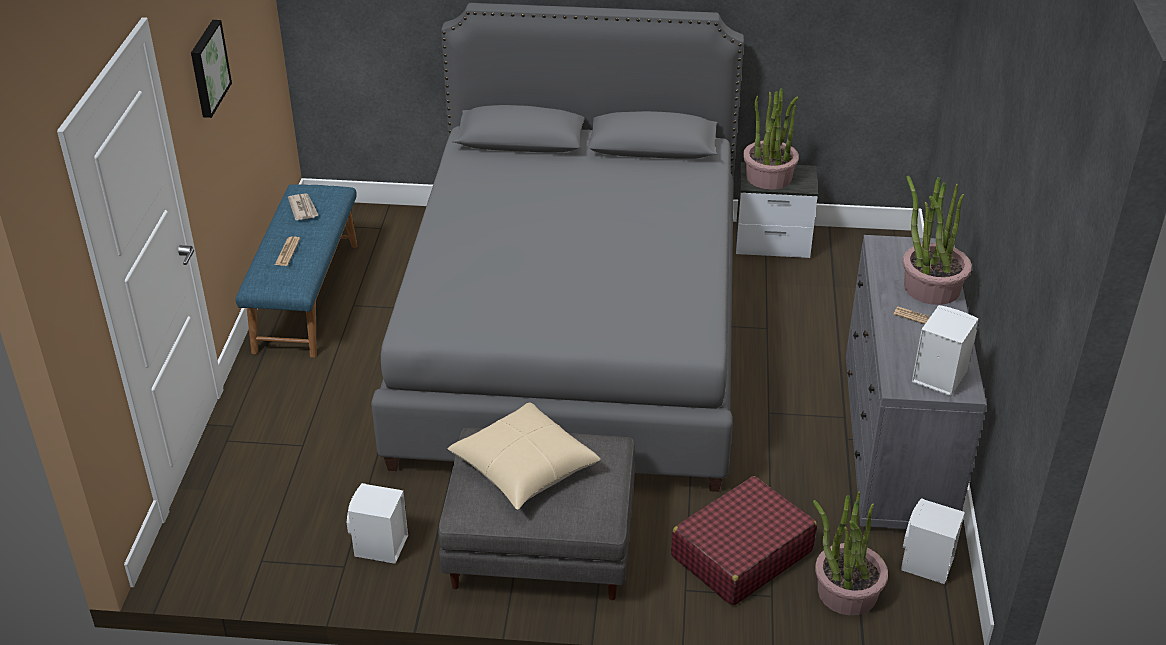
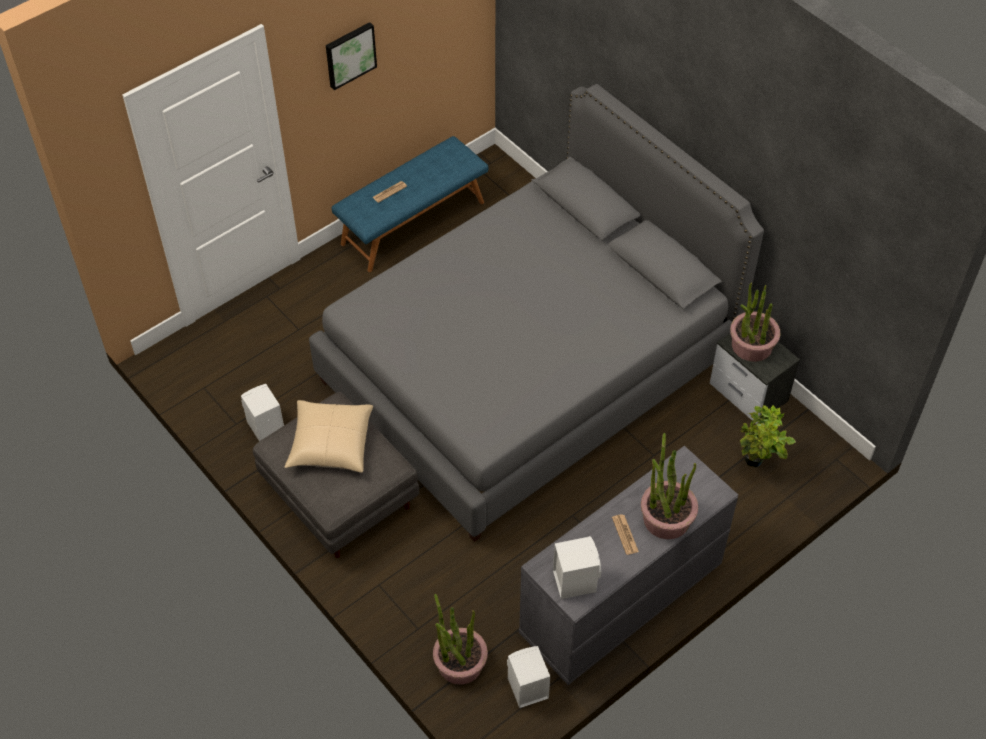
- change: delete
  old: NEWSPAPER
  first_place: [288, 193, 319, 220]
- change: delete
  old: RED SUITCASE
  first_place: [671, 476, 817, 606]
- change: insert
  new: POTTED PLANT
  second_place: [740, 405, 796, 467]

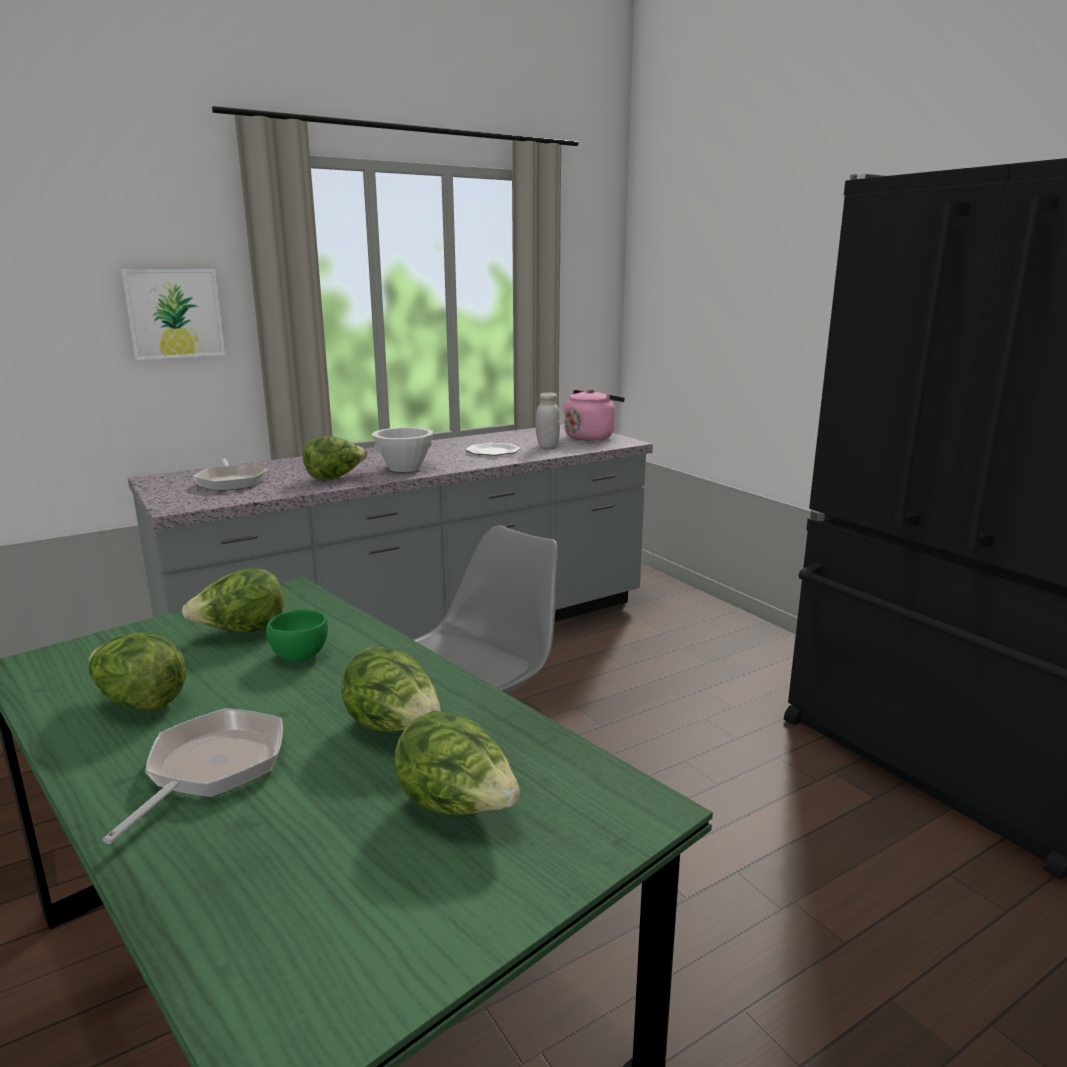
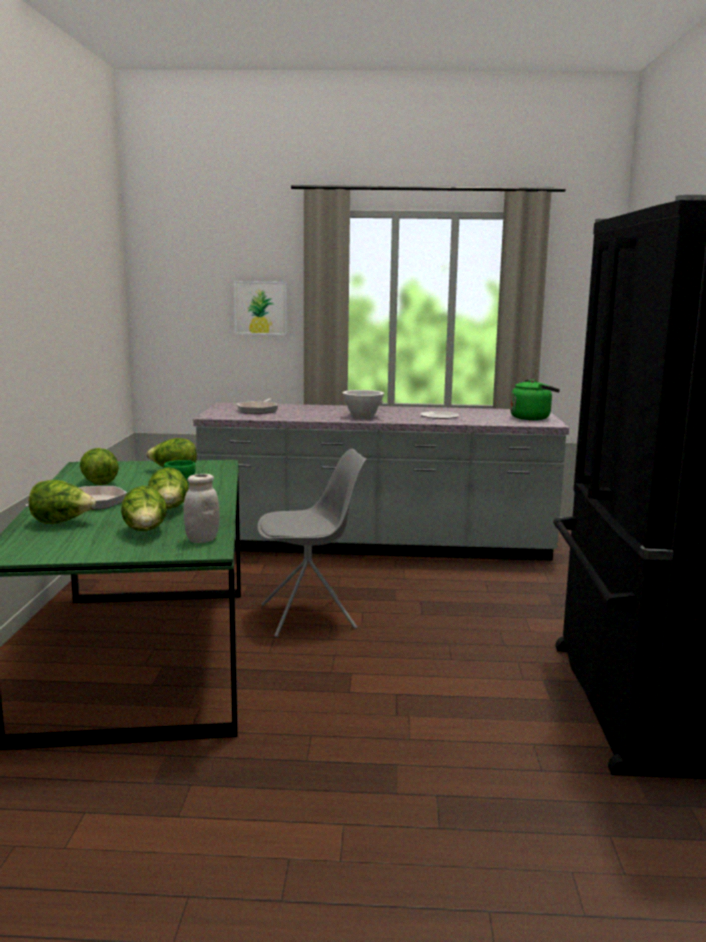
- change: move
  old: LETTUCE
  first_place: [303, 436, 367, 480]
  second_place: [29, 480, 96, 524]
- change: move
  old: WHITE JAR
  first_place: [536, 392, 560, 447]
  second_place: [183, 474, 220, 543]
- change: recolor
  old: PINK KETTLE
  new: GREEN KETTLE
  first_place: [563, 389, 625, 441]
  second_place: [510, 379, 560, 420]

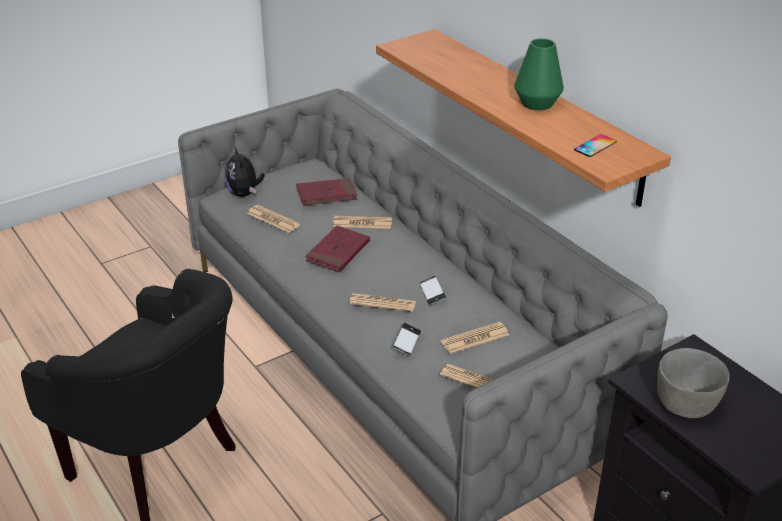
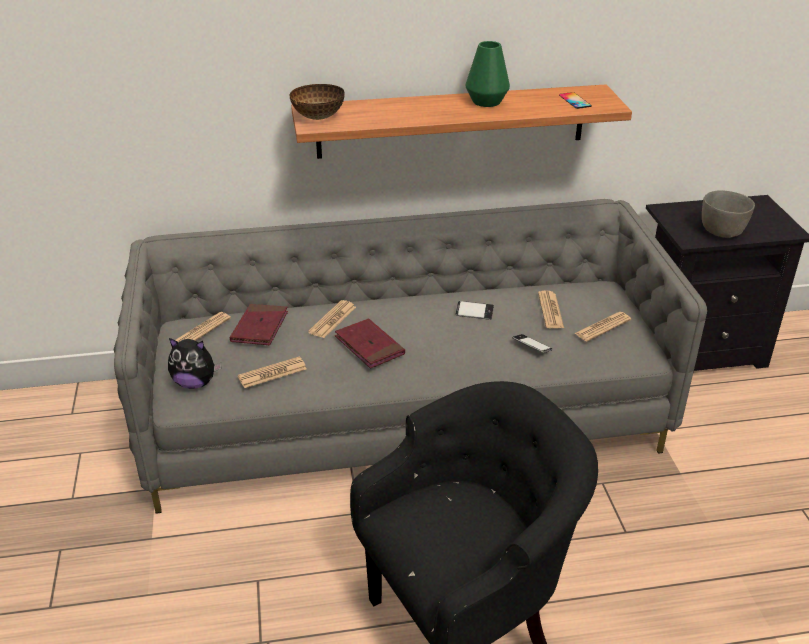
- change: insert
  new: BOWL
  second_place: [290, 84, 345, 120]
- change: move
  old: NEWSPAPER
  first_place: [349, 293, 416, 312]
  second_place: [175, 312, 231, 342]

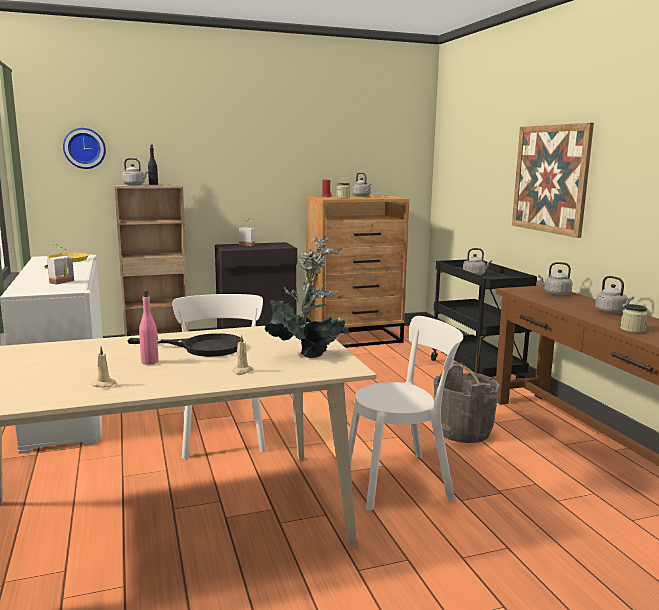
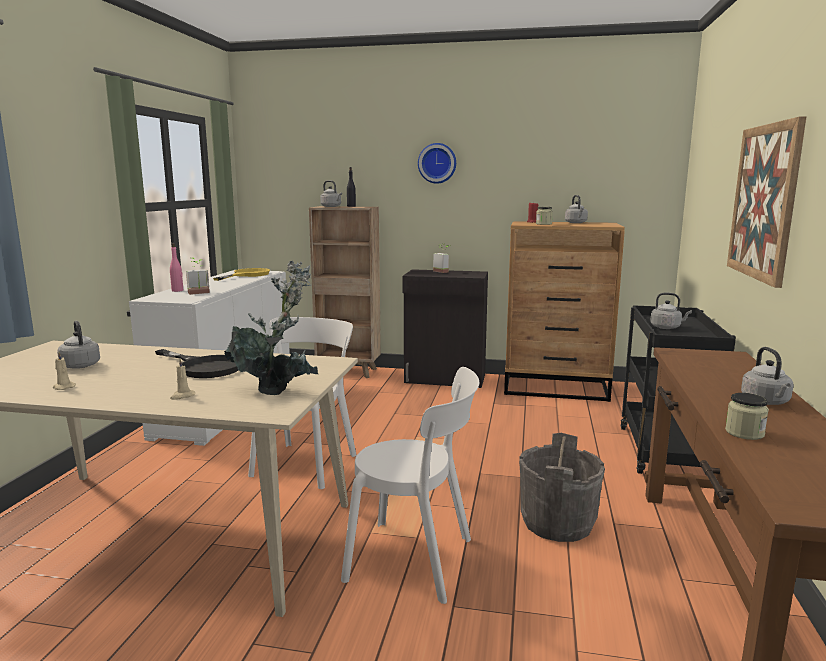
- change: move
  old: WALL CLOCK
  first_place: [63, 128, 106, 169]
  second_place: [418, 143, 456, 184]
- change: move
  old: PINK BOTTLE
  first_place: [139, 290, 159, 365]
  second_place: [170, 243, 183, 292]
- change: move
  old: GREY KETTLE
  first_place: [538, 262, 572, 296]
  second_place: [57, 321, 100, 369]

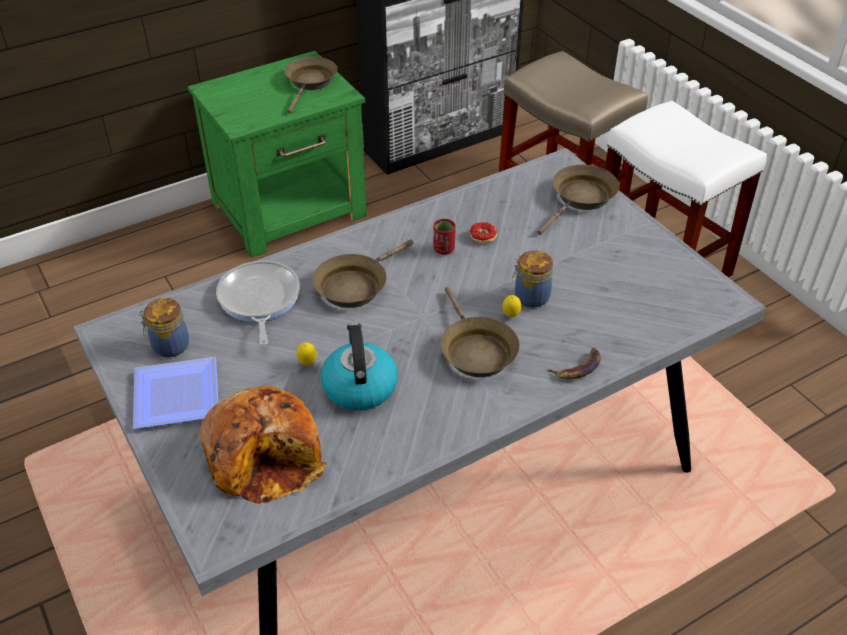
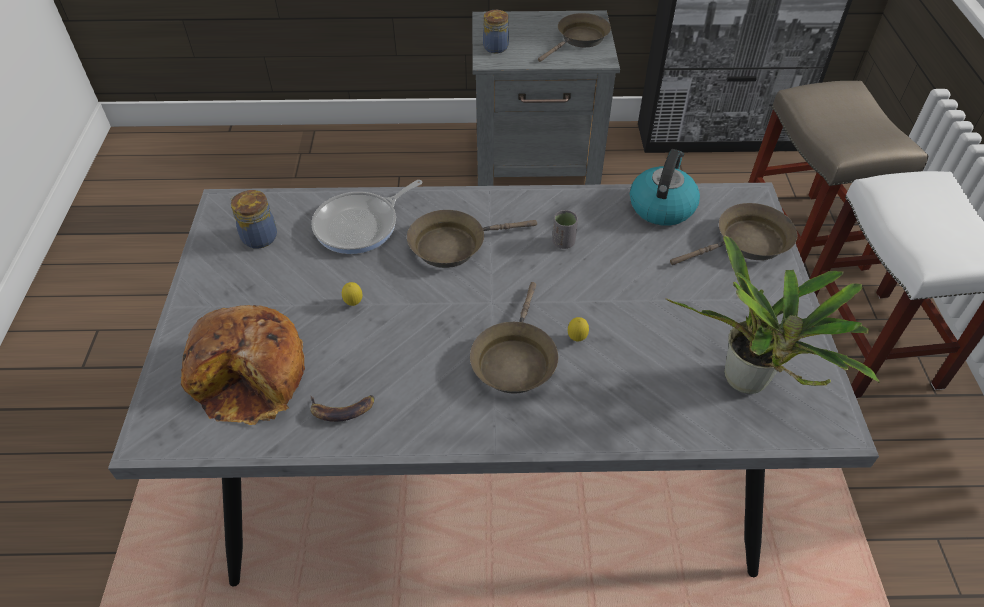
- change: delete
  old: PLATE
  first_place: [133, 357, 218, 429]
- change: delete
  old: DONUT
  first_place: [470, 222, 497, 244]
- change: insert
  new: POTTED PLANT
  second_place: [665, 236, 880, 394]
- change: move
  old: KETTLE
  first_place: [321, 323, 398, 410]
  second_place: [630, 149, 700, 226]
- change: move
  old: JAR
  first_place: [512, 250, 553, 308]
  second_place: [483, 10, 509, 53]
- change: move
  old: BANANA
  first_place: [546, 348, 601, 379]
  second_place: [311, 395, 374, 422]
- change: recolor
  old: GREEN NIGHTSTAND
  new: GREY NIGHTSTAND
  first_place: [188, 51, 367, 258]
  second_place: [472, 11, 620, 186]
- change: recolor
  old: RED CUP
  new: GREY CUP
  first_place: [433, 219, 456, 255]
  second_place: [552, 210, 578, 249]
- change: rotate
  old: FRYING PAN
  first_place: [216, 261, 300, 345]
  second_place: [311, 180, 423, 254]
  degrees: -150

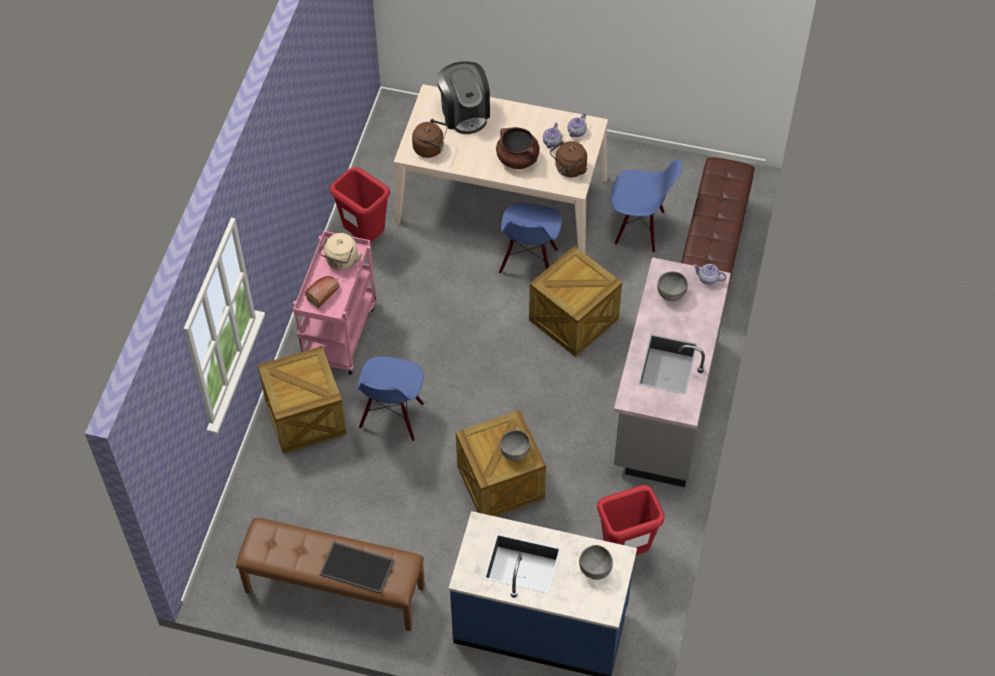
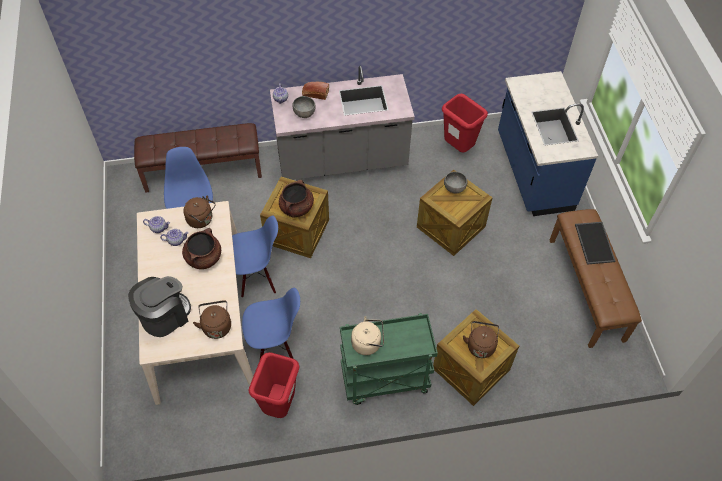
- change: delete
  old: GREY BOWL
  first_place: [579, 545, 613, 580]
- change: insert
  new: BROWN COOKING POT
  second_place: [279, 180, 314, 218]
- change: insert
  new: BROWN KETTLE
  second_place: [463, 321, 499, 358]
- change: move
  old: BREAD
  first_place: [305, 276, 340, 308]
  second_place: [302, 82, 329, 100]
- change: move
  old: BLUE CHAIR
  first_place: [357, 356, 424, 441]
  second_place: [242, 288, 300, 359]
- change: recolor
  old: PINK CART
  new: GREEN CART
  first_place: [293, 231, 376, 375]
  second_place: [340, 313, 438, 405]

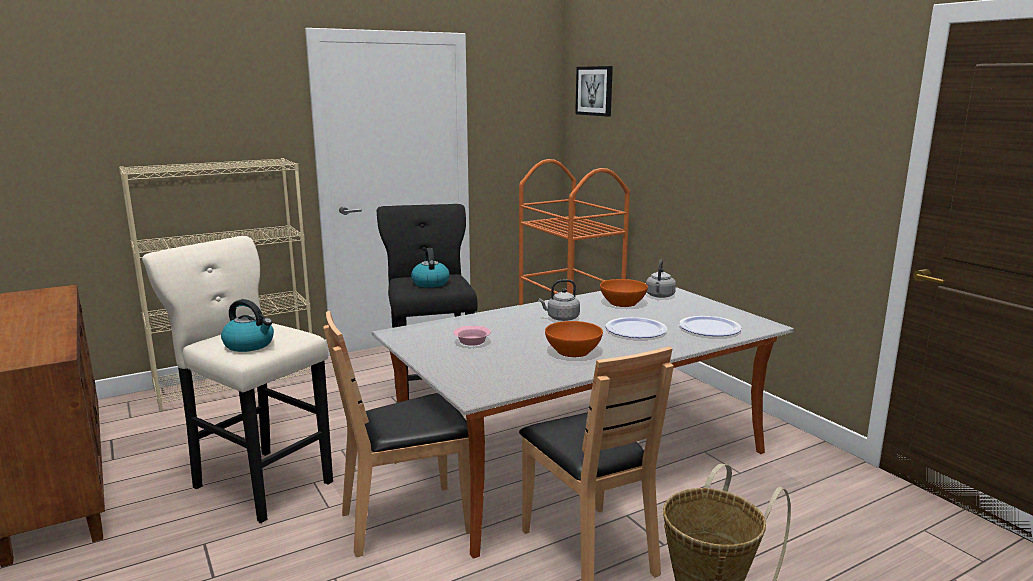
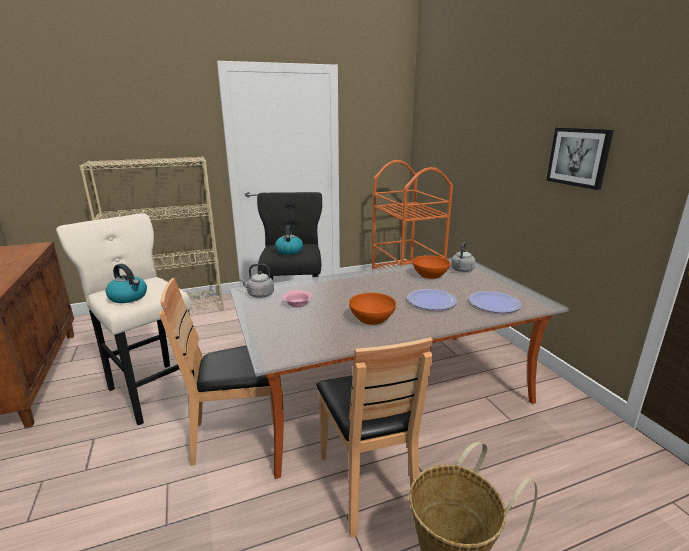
- change: move
  old: GREY KETTLE
  first_place: [538, 279, 580, 321]
  second_place: [239, 264, 274, 298]
- change: move
  old: PICTURE
  first_place: [575, 66, 613, 117]
  second_place: [546, 128, 614, 190]

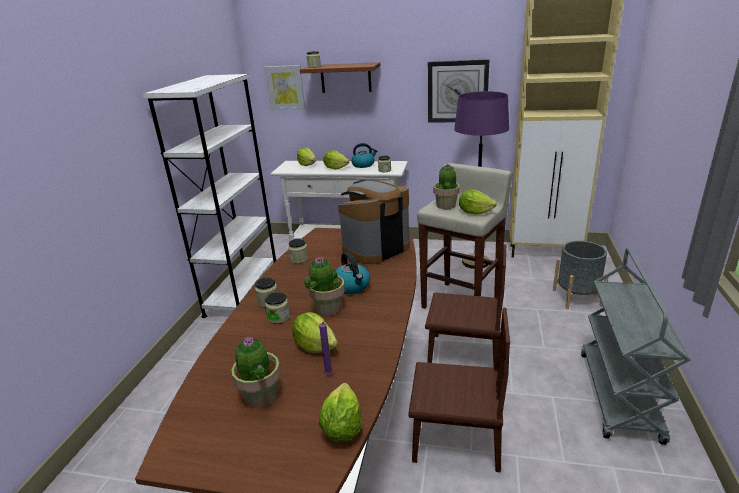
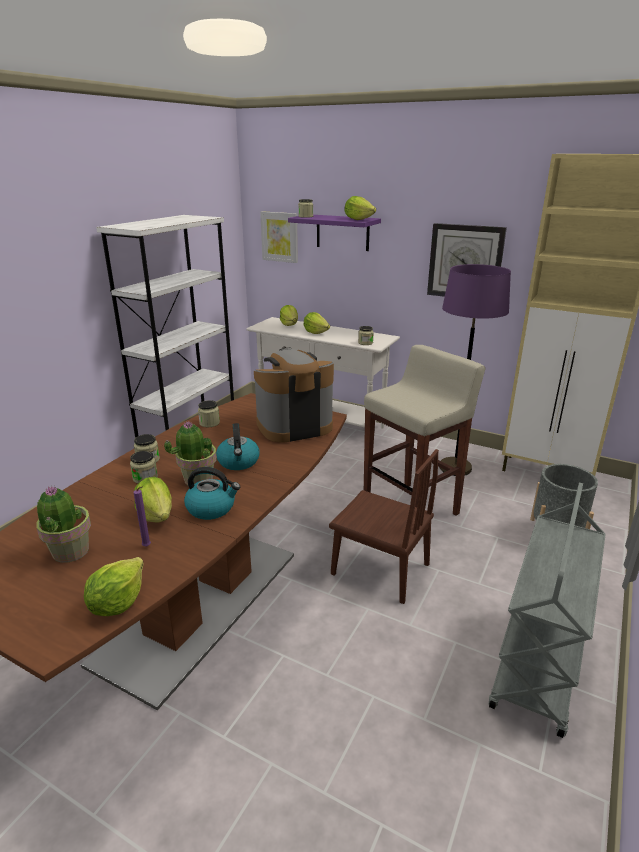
- change: delete
  old: BROWN CHAIR
  first_place: [408, 308, 510, 472]
- change: delete
  old: POTTED PLANT
  first_place: [433, 163, 460, 209]
- change: move
  old: KETTLE
  first_place: [351, 143, 377, 168]
  second_place: [184, 467, 240, 520]
- change: move
  old: LETTUCE
  first_place: [459, 189, 497, 215]
  second_place: [344, 196, 376, 220]
- change: recolor
  old: BROWN SHELF
  new: PURPLE SHELF
  first_place: [300, 62, 380, 93]
  second_place: [288, 215, 381, 251]

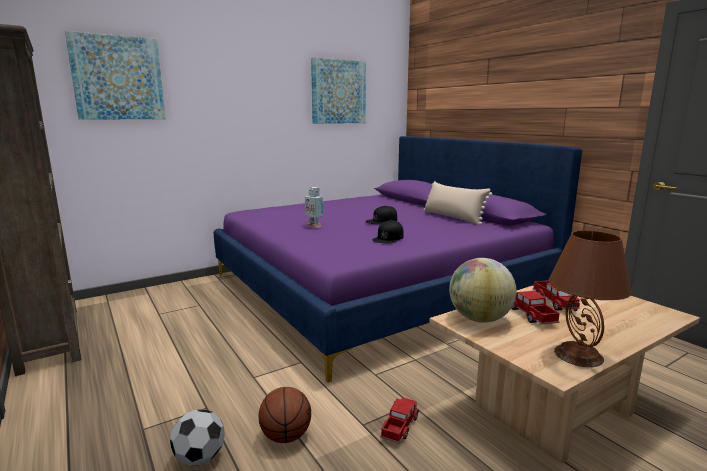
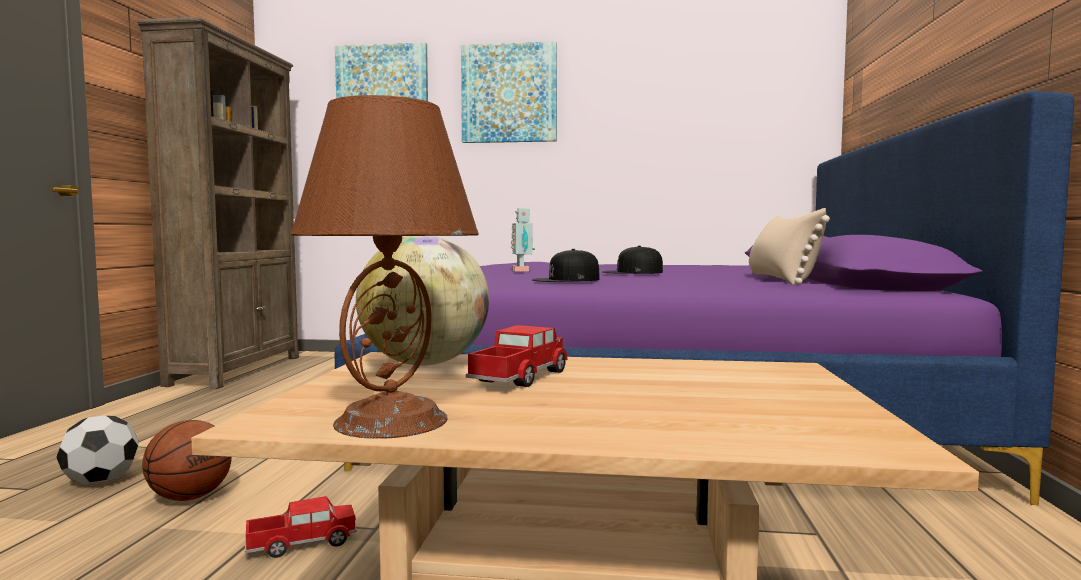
- change: delete
  old: TOY TRUCK
  first_place: [532, 280, 580, 311]
- change: move
  old: PICTURE
  first_place: [311, 57, 366, 124]
  second_place: [461, 41, 557, 143]

